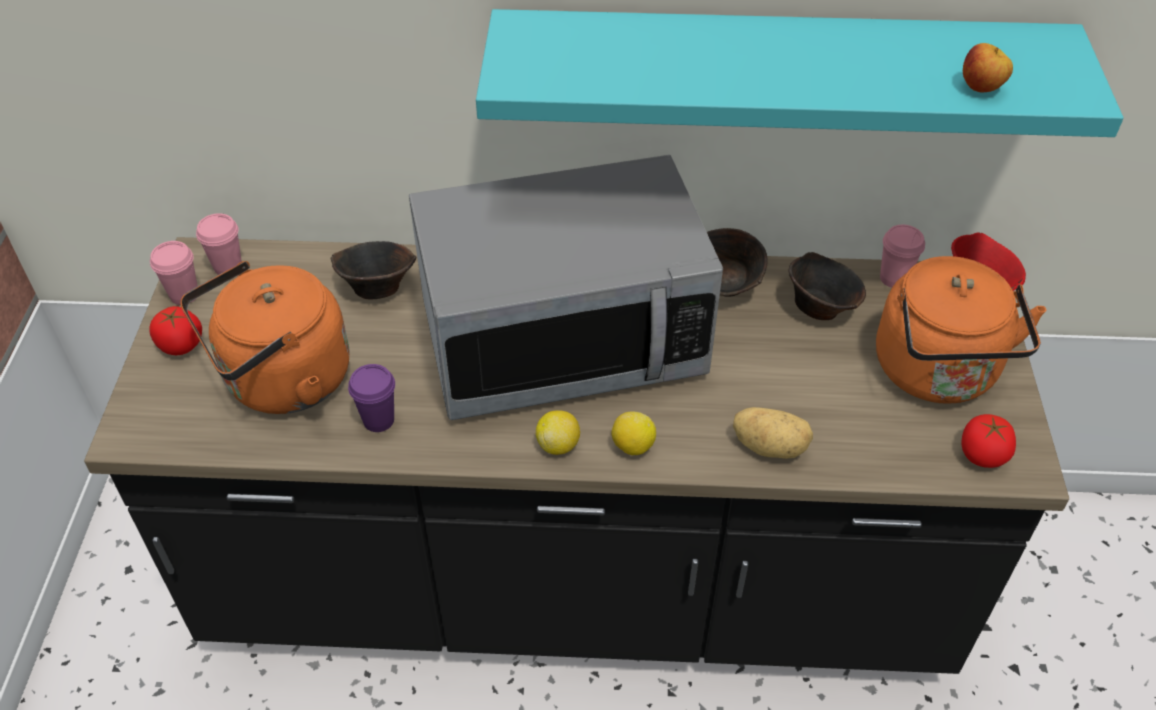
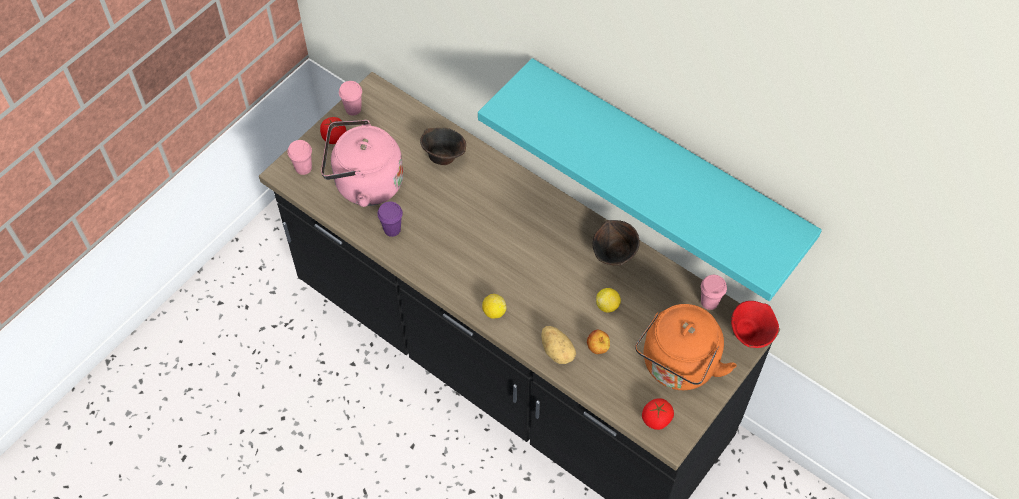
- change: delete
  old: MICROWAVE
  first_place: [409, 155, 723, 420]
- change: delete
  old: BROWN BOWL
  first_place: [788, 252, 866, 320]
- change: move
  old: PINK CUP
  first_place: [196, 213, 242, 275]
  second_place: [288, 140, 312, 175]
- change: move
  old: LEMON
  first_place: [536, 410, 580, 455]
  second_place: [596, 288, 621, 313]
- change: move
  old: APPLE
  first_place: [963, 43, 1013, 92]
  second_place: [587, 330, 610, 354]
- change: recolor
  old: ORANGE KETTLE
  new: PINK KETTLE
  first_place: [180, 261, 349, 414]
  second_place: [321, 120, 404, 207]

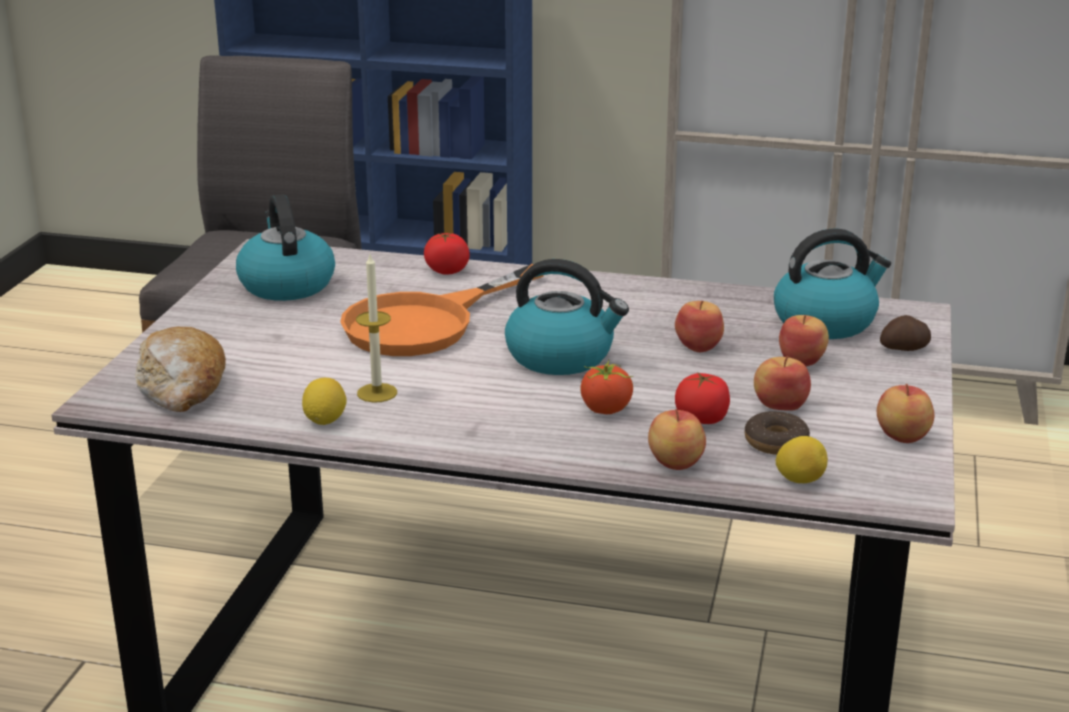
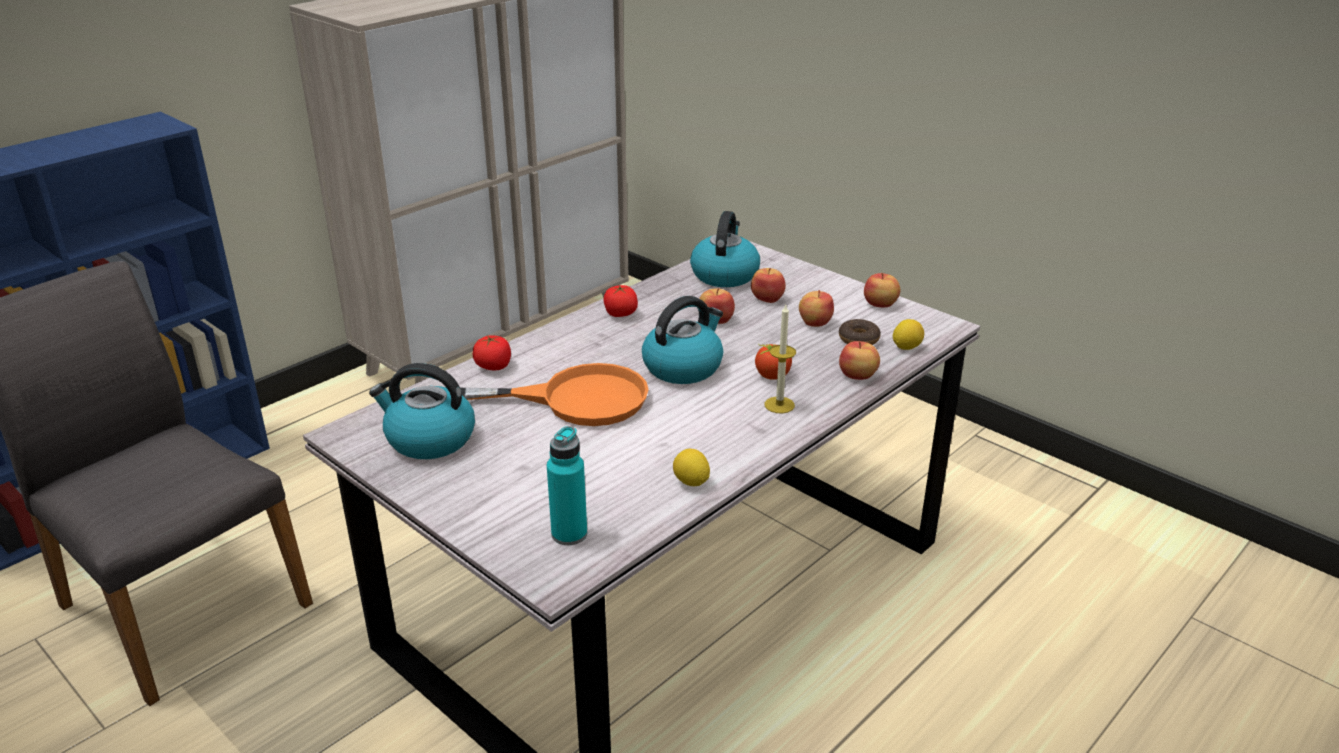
- change: delete
  old: POTATO
  first_place: [880, 315, 931, 351]
- change: move
  old: CANDLE
  first_place: [356, 255, 397, 403]
  second_place: [765, 305, 796, 413]
- change: move
  old: TOMATO
  first_place: [675, 372, 730, 424]
  second_place: [604, 285, 638, 317]
- change: replace
  old: BREAD
  new: TURQUOISE BOTTLE
  first_place: [135, 327, 226, 412]
  second_place: [547, 426, 587, 545]
- change: rotate
  old: ORANGE FRYING PAN
  first_place: [340, 264, 544, 356]
  second_place: [460, 363, 649, 426]
  degrees: -75

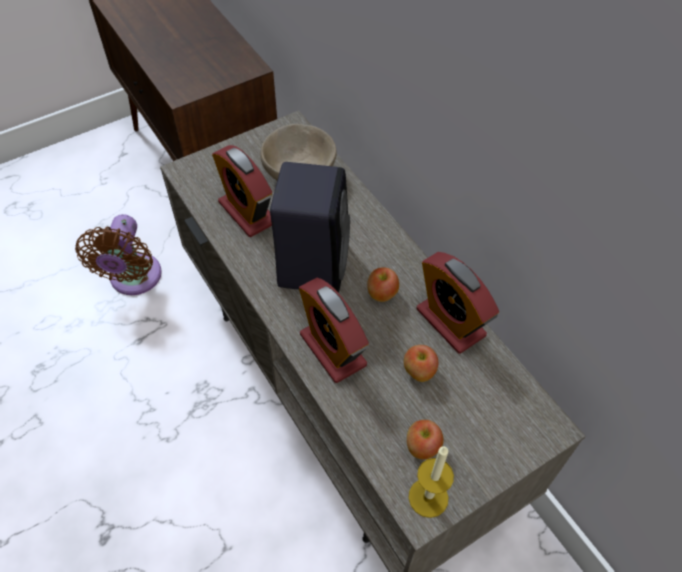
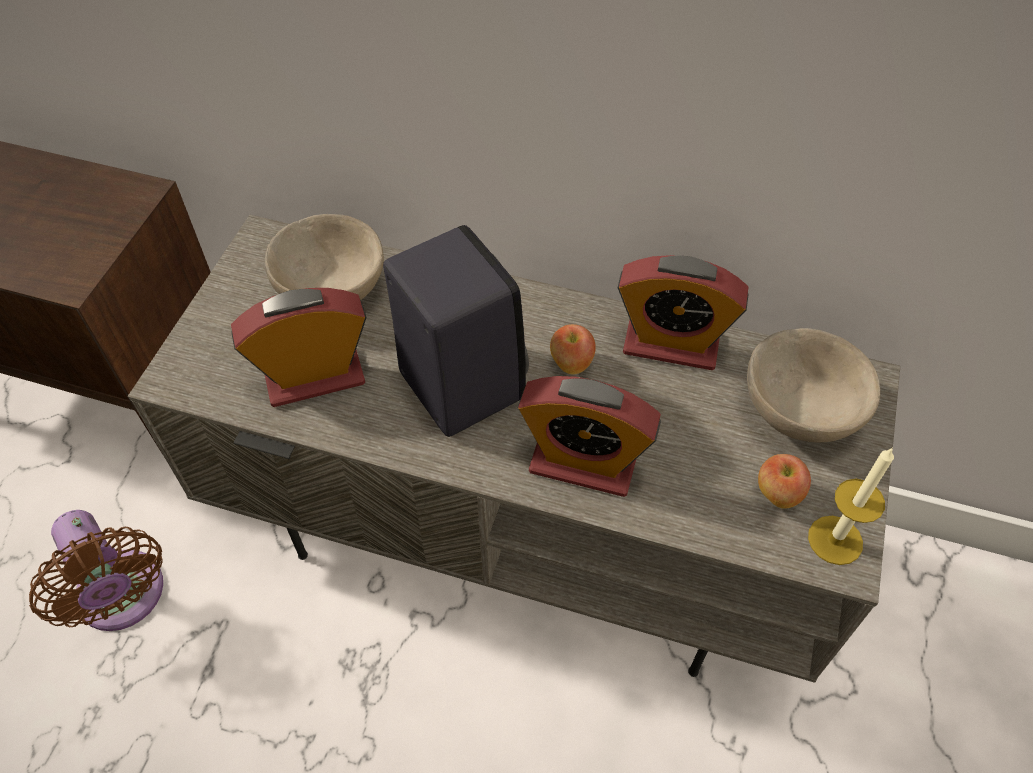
- change: delete
  old: APPLE
  first_place: [404, 345, 438, 382]
- change: insert
  new: BEIGE BOWL
  second_place: [747, 328, 880, 442]
- change: rotate
  old: ALARM CLOCK
  first_place: [212, 145, 272, 237]
  second_place: [231, 288, 367, 407]
  degrees: 150

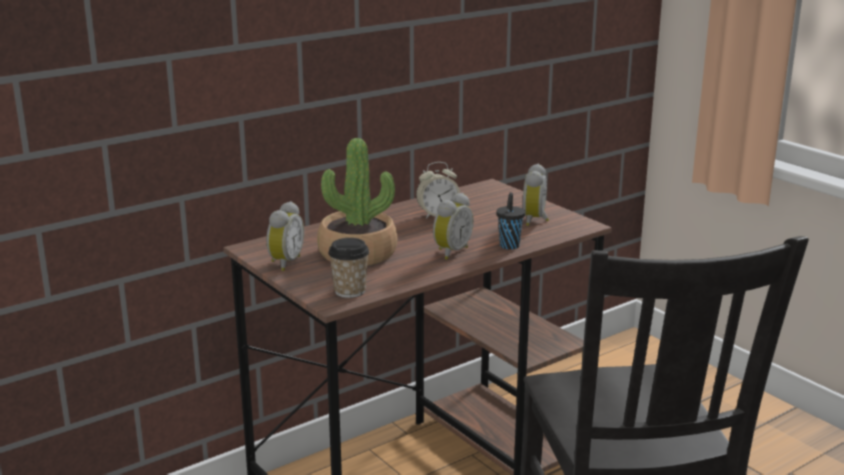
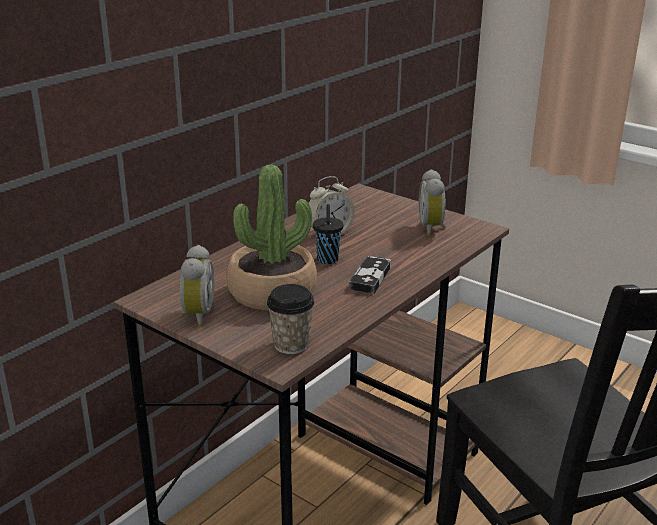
- change: move
  old: BLACK CUP
  first_place: [496, 192, 525, 250]
  second_place: [313, 204, 343, 264]
- change: replace
  old: ALARM CLOCK
  new: GAME CONTROLLER
  first_place: [433, 193, 474, 260]
  second_place: [349, 255, 391, 294]

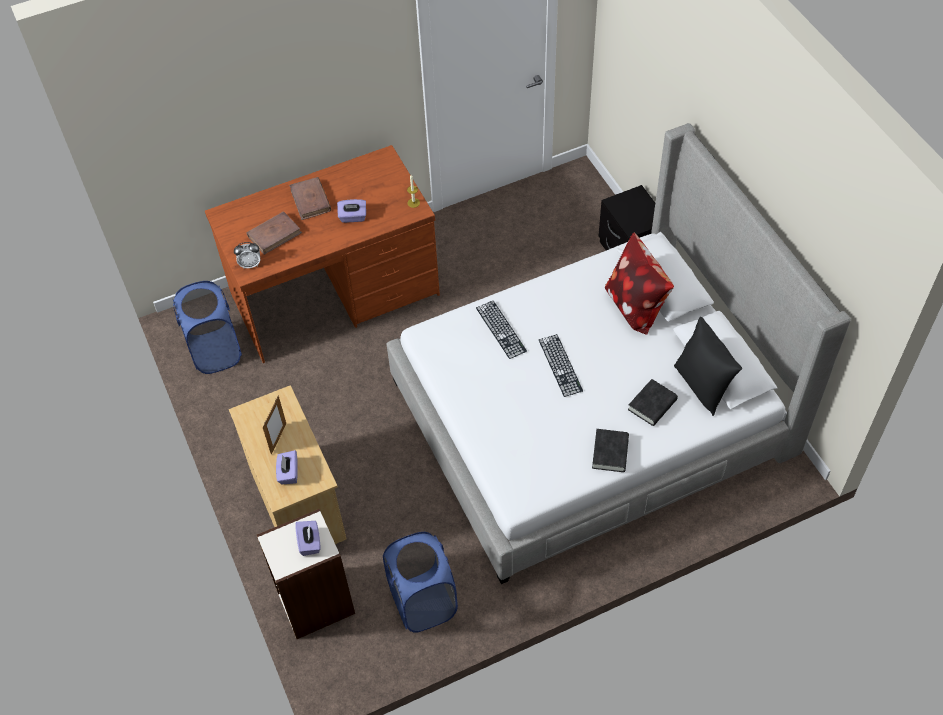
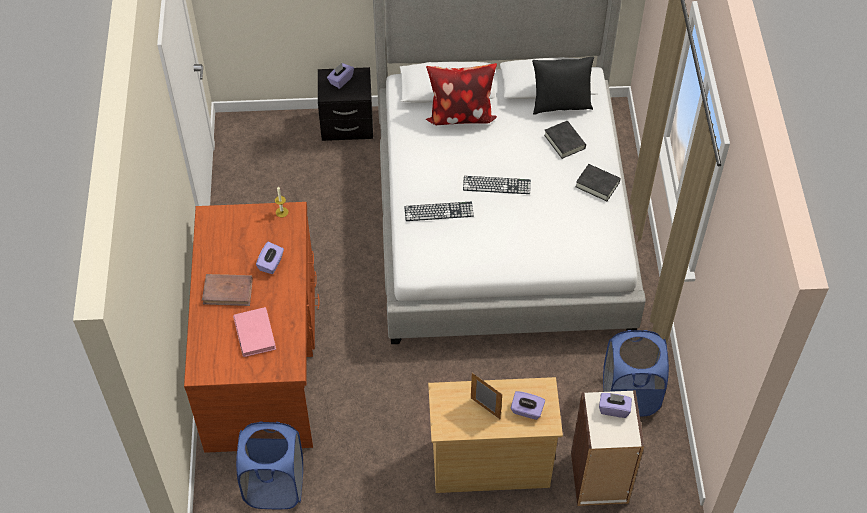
- change: delete
  old: ALARM CLOCK
  first_place: [234, 242, 260, 269]
- change: insert
  new: PURPLE TISSUE BOX
  second_place: [327, 63, 354, 89]
- change: recolor
  old: BROWN BOOK
  new: PINK BOOK
  first_place: [246, 211, 302, 255]
  second_place: [233, 307, 276, 357]

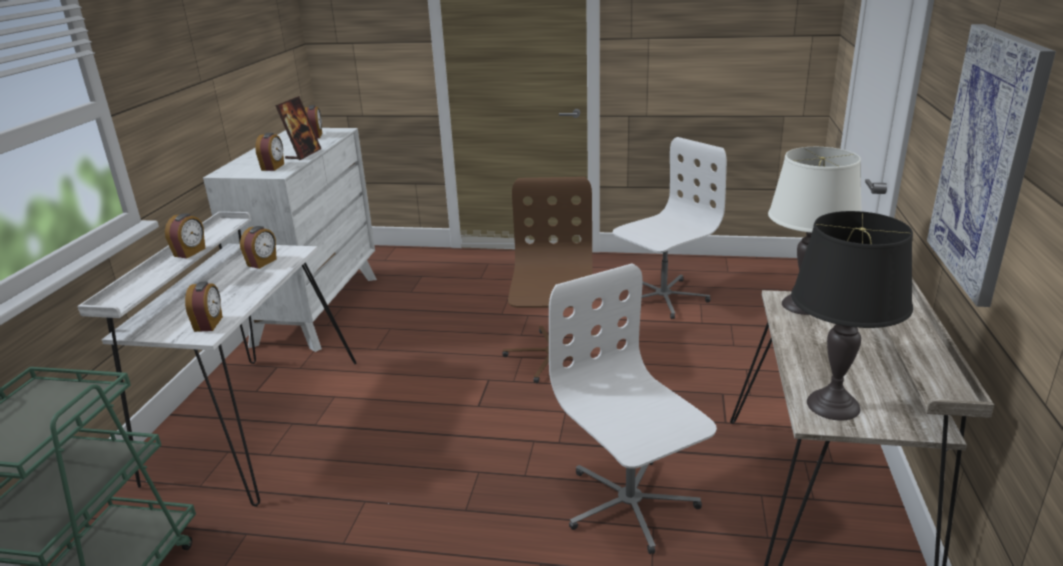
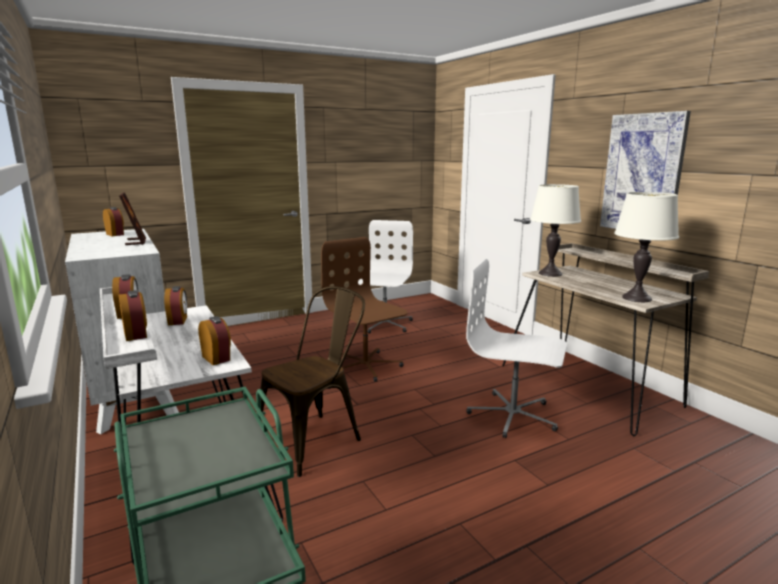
- change: insert
  new: BROWN CHAIR
  second_place: [260, 286, 365, 477]
- change: move
  old: ALARM CLOCK
  first_place: [255, 133, 284, 171]
  second_place: [119, 290, 147, 341]
- change: recolor
  old: BLACK TABLE LAMP
  new: WHITE TABLE LAMP
  first_place: [791, 211, 913, 421]
  second_place: [614, 192, 679, 302]

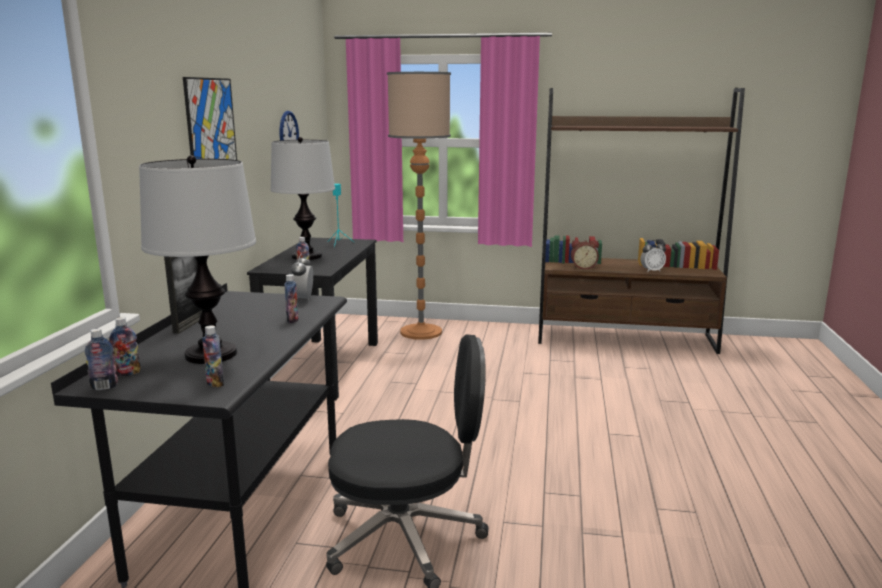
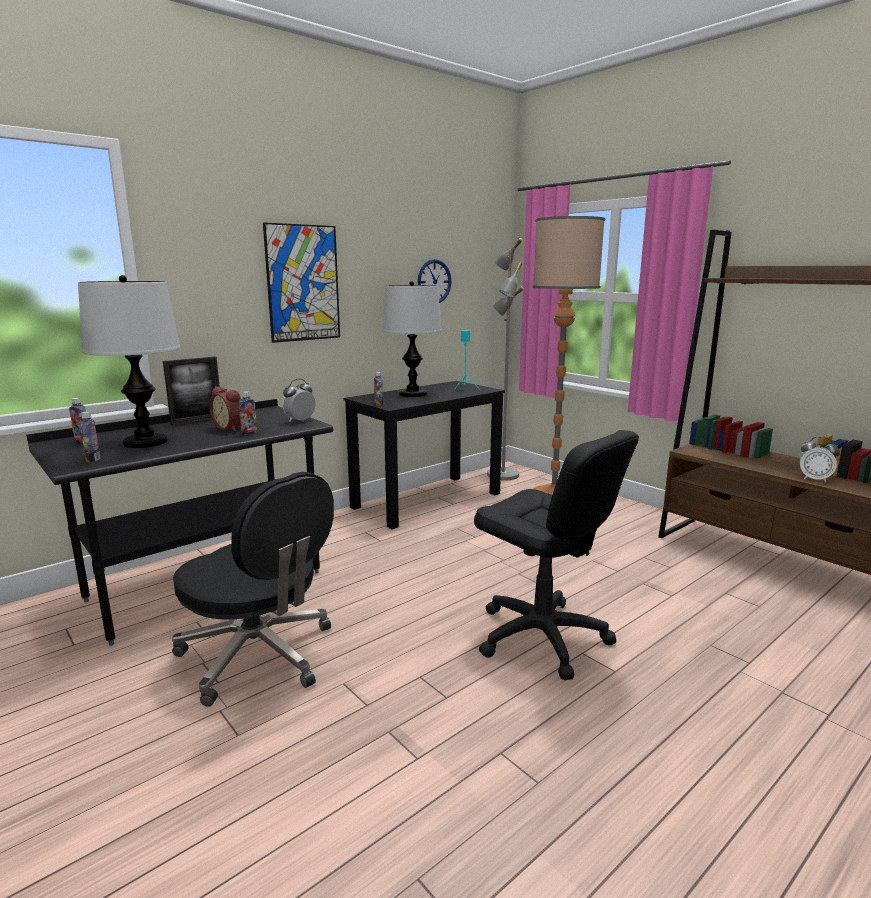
- change: delete
  old: BOTTLE
  first_place: [85, 328, 118, 390]
- change: insert
  new: BLACK OFFICE CHAIR
  second_place: [474, 430, 639, 680]
- change: insert
  new: GREY FLOOR LAMP
  second_place: [487, 238, 524, 480]
- change: move
  old: ALARM CLOCK
  first_place: [571, 240, 599, 269]
  second_place: [209, 386, 241, 431]

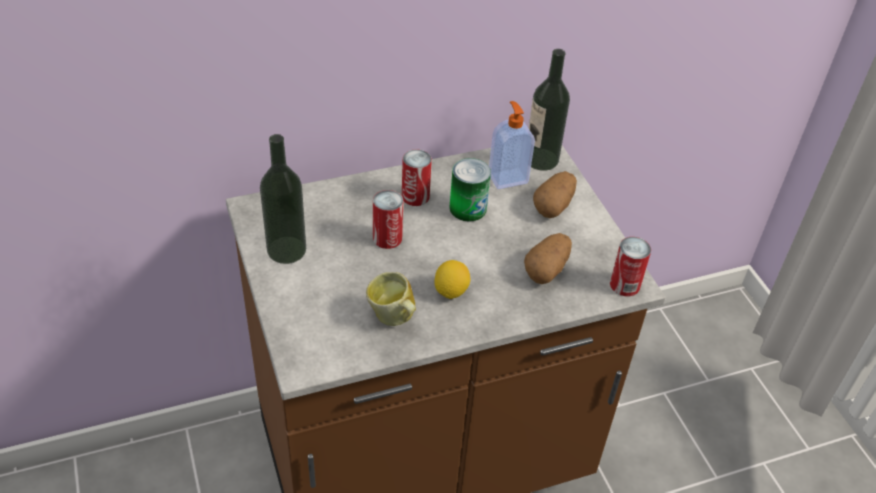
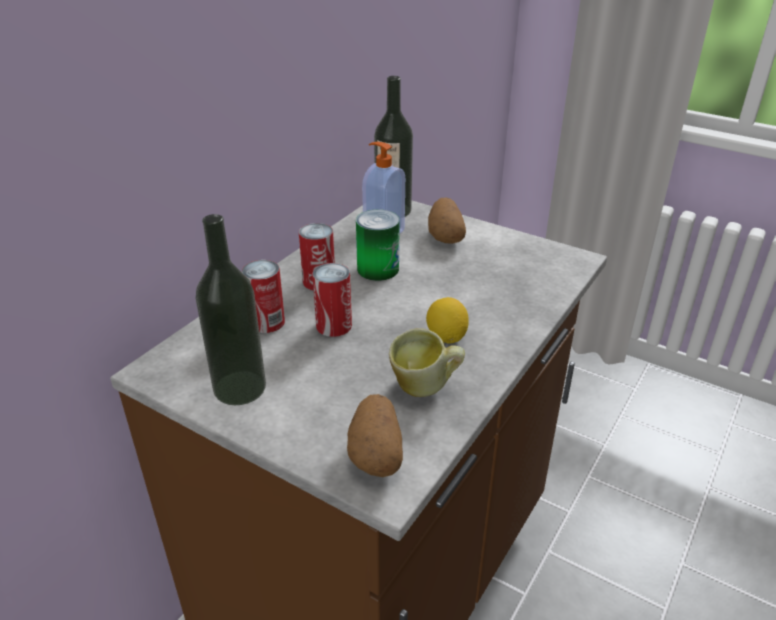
- change: move
  old: POTATO
  first_place: [524, 233, 572, 284]
  second_place: [347, 394, 403, 477]
- change: move
  old: CAN
  first_place: [610, 237, 651, 296]
  second_place: [242, 260, 285, 333]

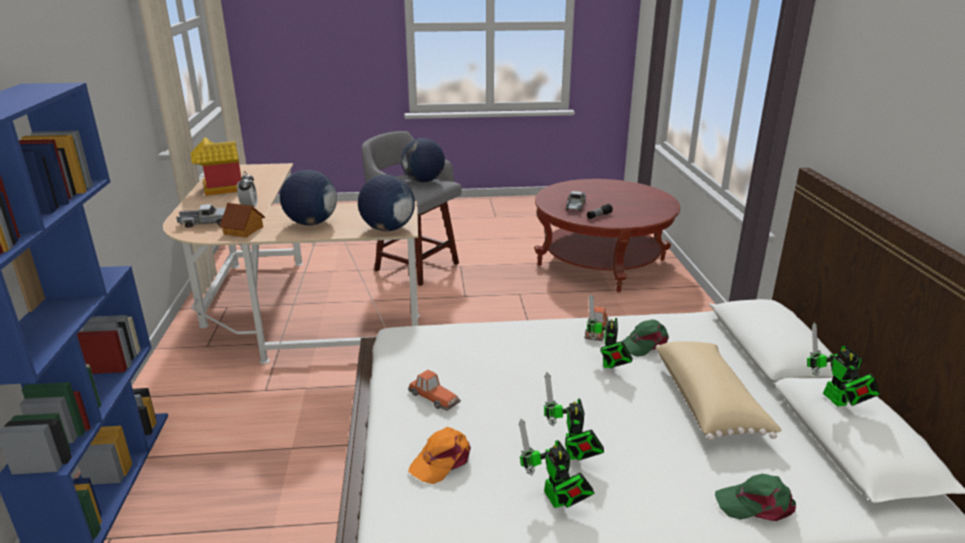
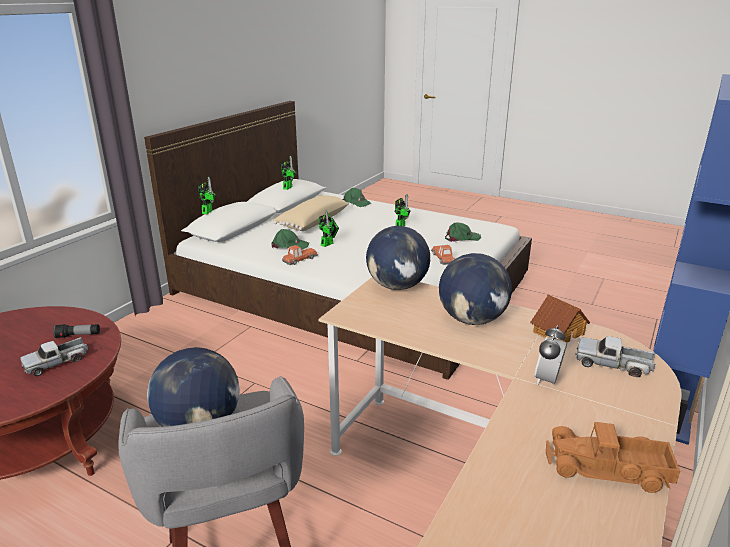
- change: move
  old: TOY ROBOT
  first_place: [519, 419, 594, 508]
  second_place: [198, 177, 216, 214]
- change: replace
  old: TOY HOUSE
  new: TOY TRUCK
  first_place: [191, 138, 241, 196]
  second_place: [546, 422, 680, 493]
- change: recolor
  old: ORANGE CAP
  new: GREEN CAP
  first_place: [408, 427, 471, 484]
  second_place: [445, 223, 481, 242]

